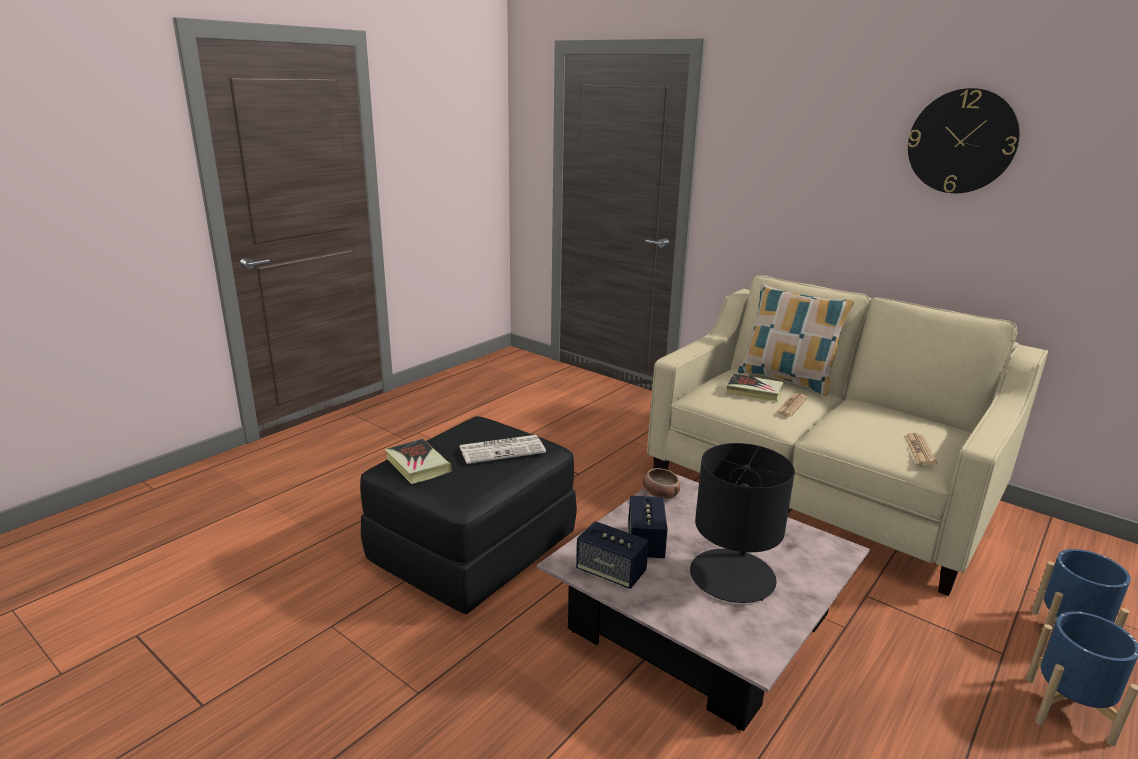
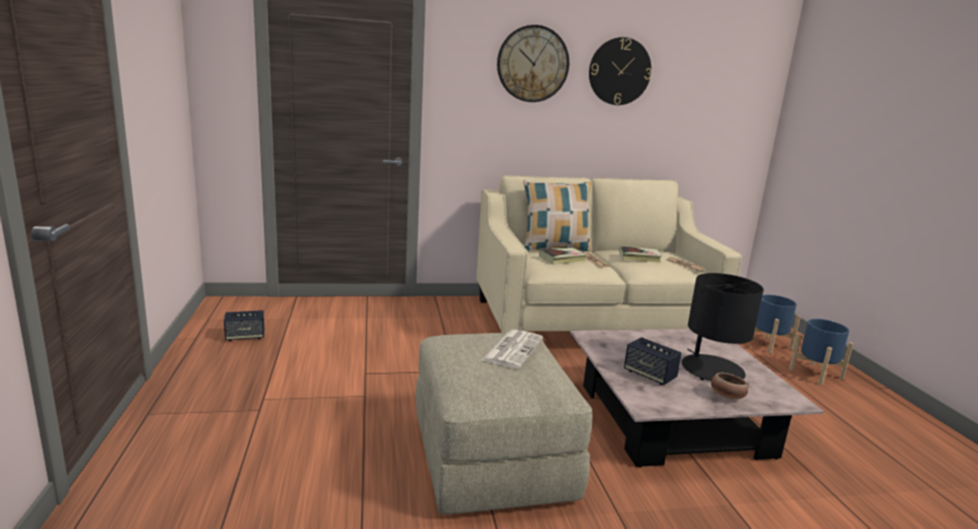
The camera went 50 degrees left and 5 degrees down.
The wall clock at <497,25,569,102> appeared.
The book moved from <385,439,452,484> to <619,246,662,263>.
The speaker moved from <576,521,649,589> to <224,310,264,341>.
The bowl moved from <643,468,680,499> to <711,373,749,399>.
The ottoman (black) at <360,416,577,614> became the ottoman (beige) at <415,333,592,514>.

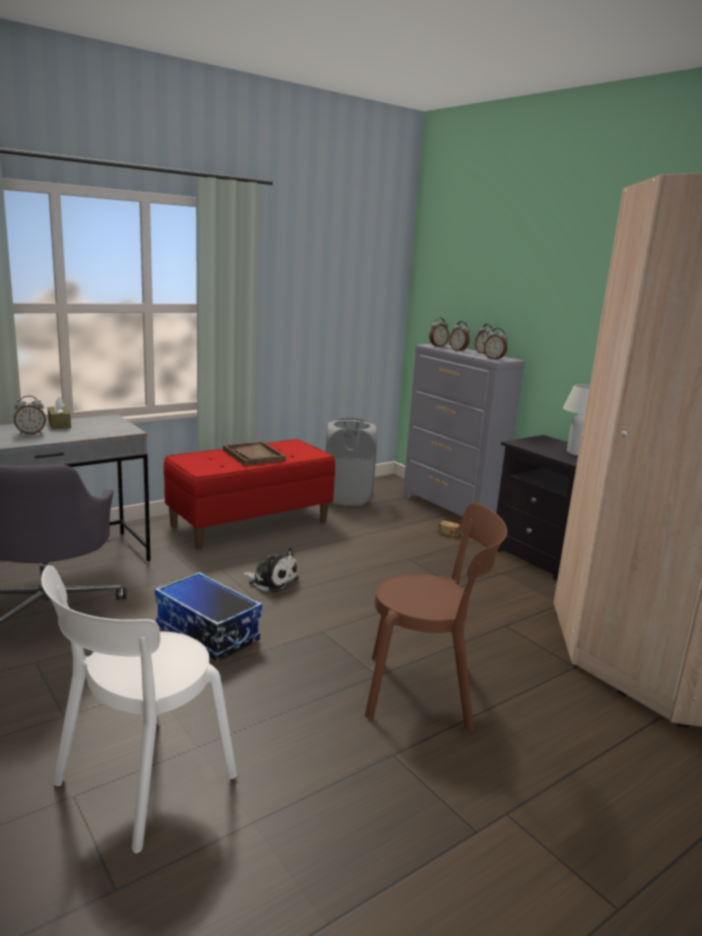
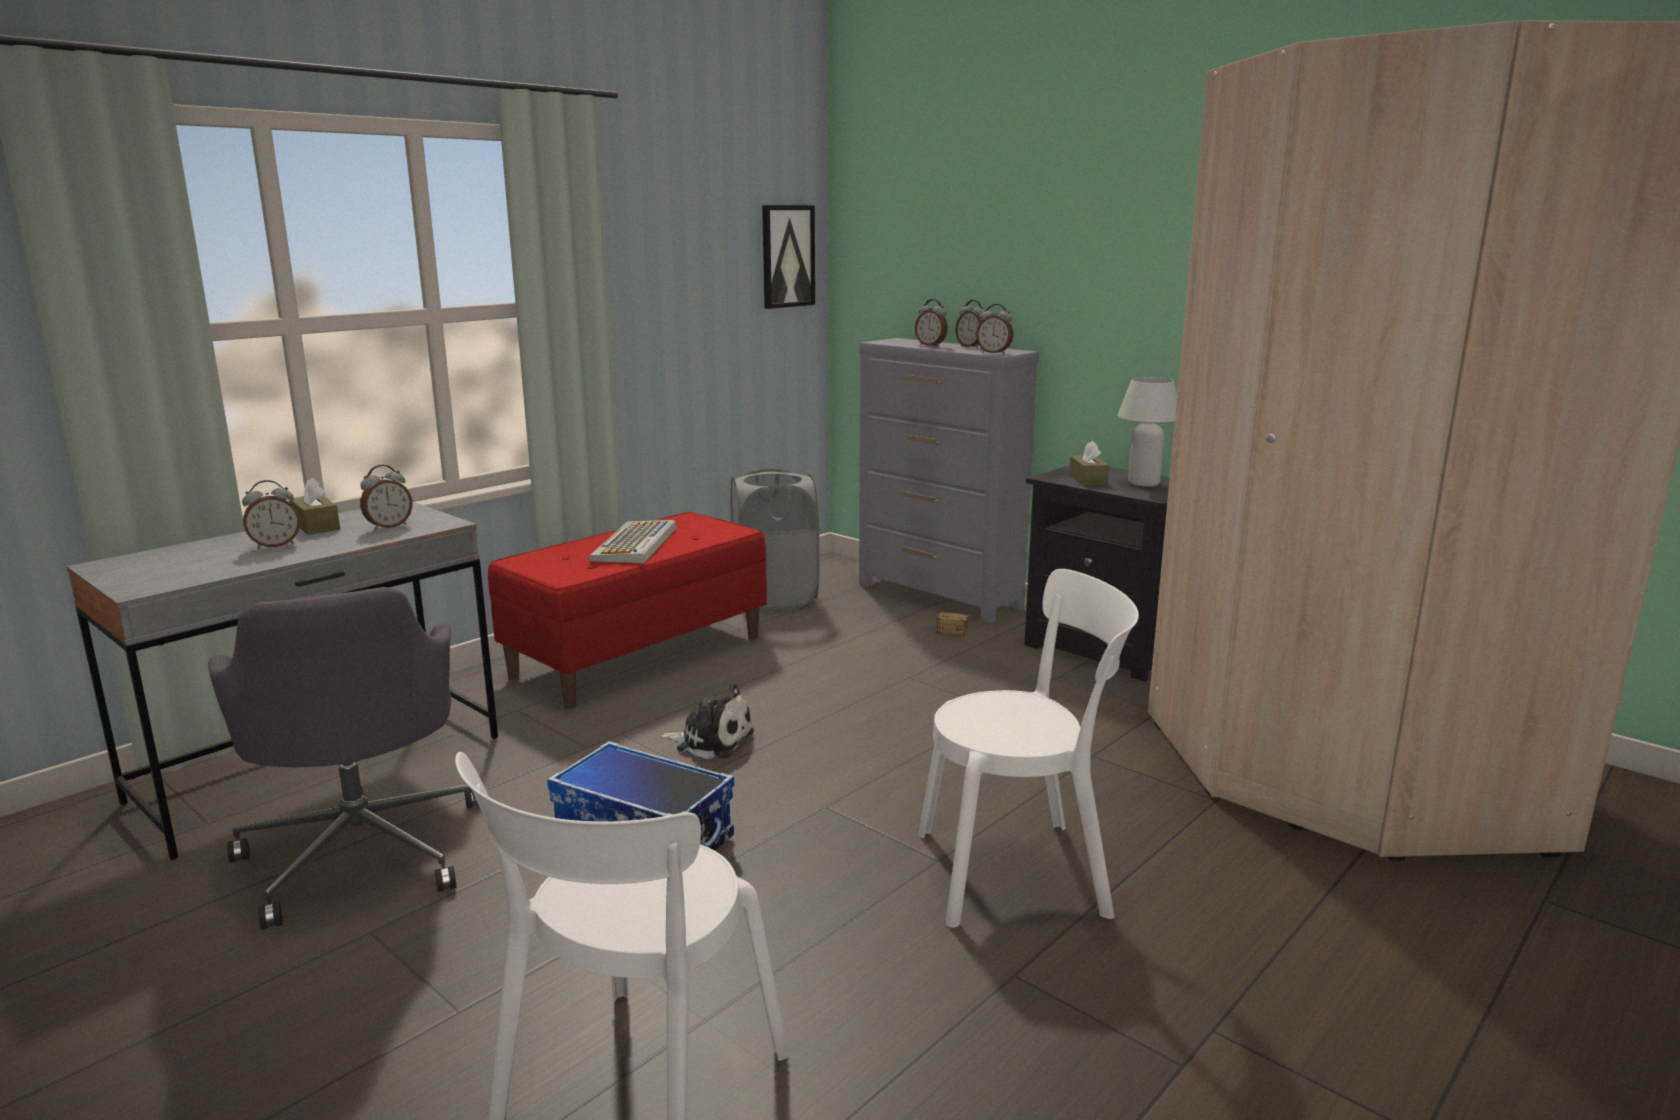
The camera went 10 degrees left and 0 degrees up.
The picture at <762,205,815,309> appeared.
The tissue box (brown) at <1069,441,1109,486> appeared.
The alarm clock moved from <429,318,449,347> to <360,465,412,530>.
The tray (brown) at <223,441,285,466> was replaced by the keyboard at <589,520,676,563>.
The chair (brown) at <365,503,507,731> became the chair (white) at <919,569,1139,928>.

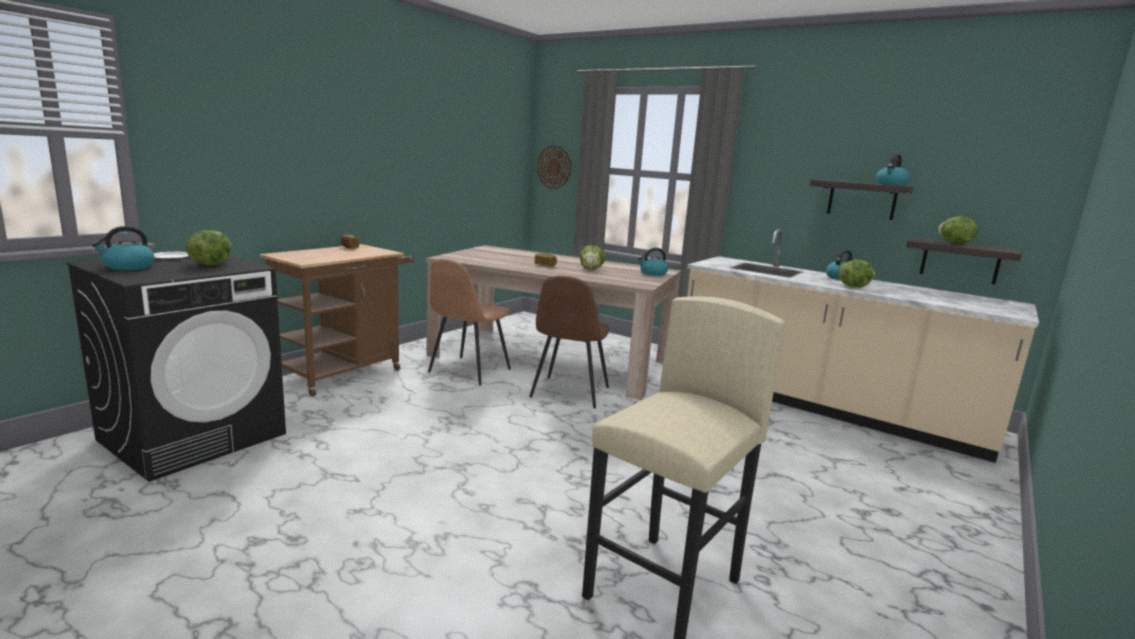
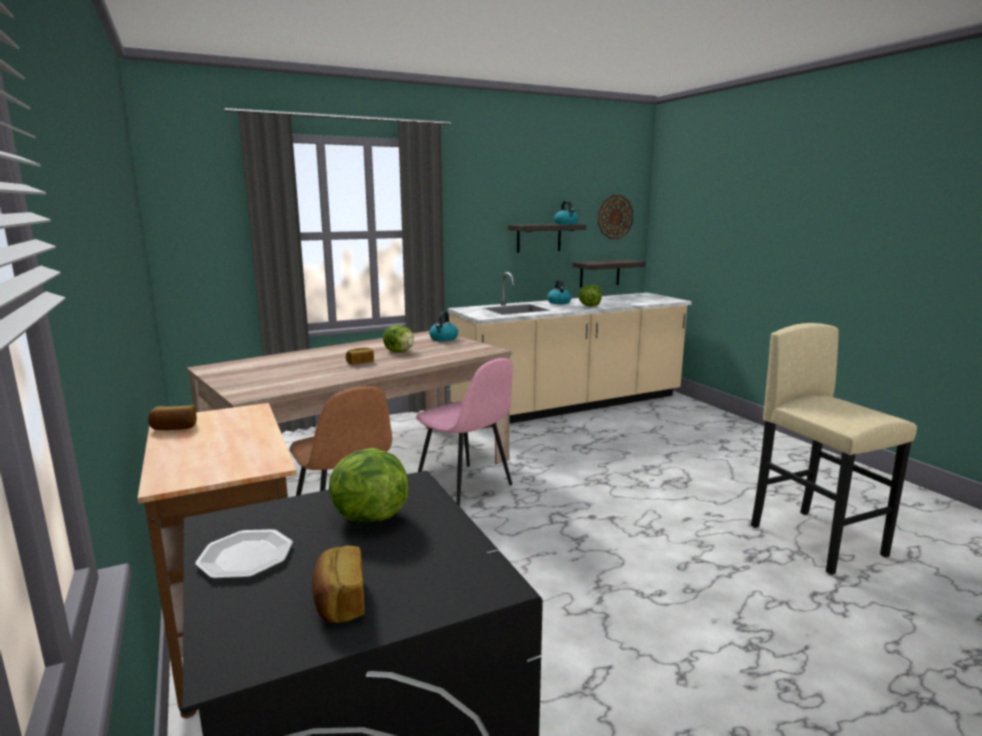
The camera went 60 degrees left and 0 degrees up.
The lettuce at <938,216,978,244> disappeared.
The wall clock moved from <537,146,571,189> to <598,195,633,239>.
The kettle at <92,226,155,270> was replaced by the bread at <312,545,364,623>.
The chair (brown) at <529,276,610,408> became the chair (pink) at <416,358,513,506>.

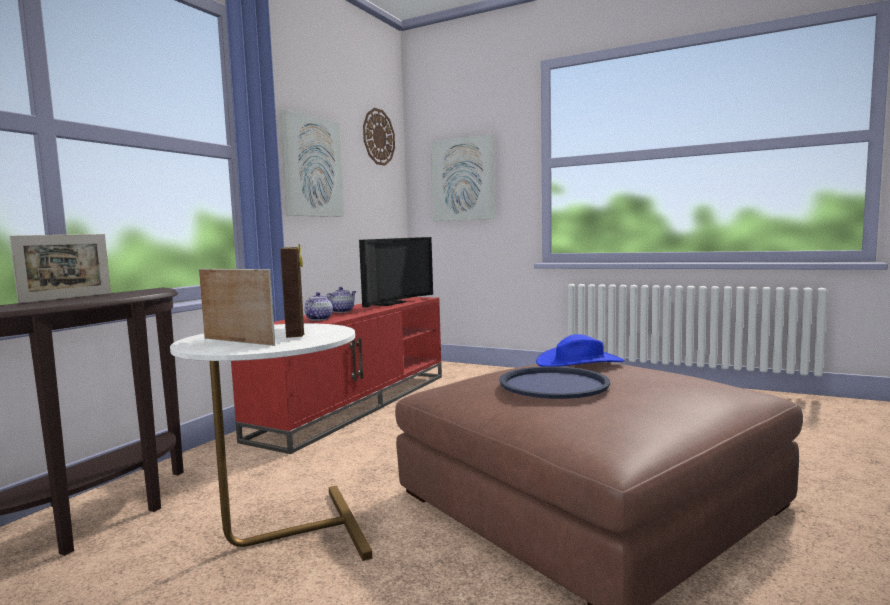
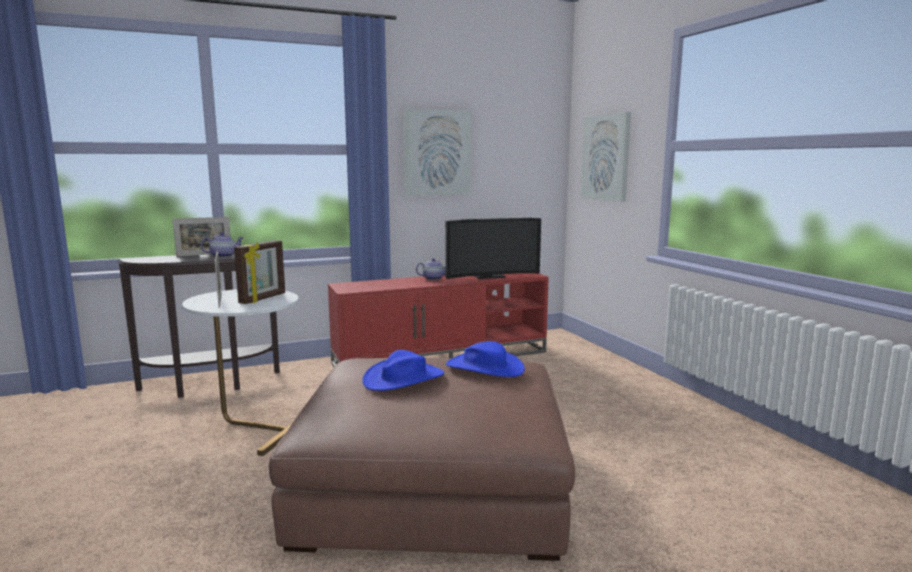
The camera went 40 degrees right and 5 degrees up.
The wall clock at <363,108,395,166> disappeared.
The teapot moved from <304,292,333,321> to <200,232,244,258>.
The tray (blue) at <499,366,610,399> was replaced by the hat (blue) at <362,350,444,391>.

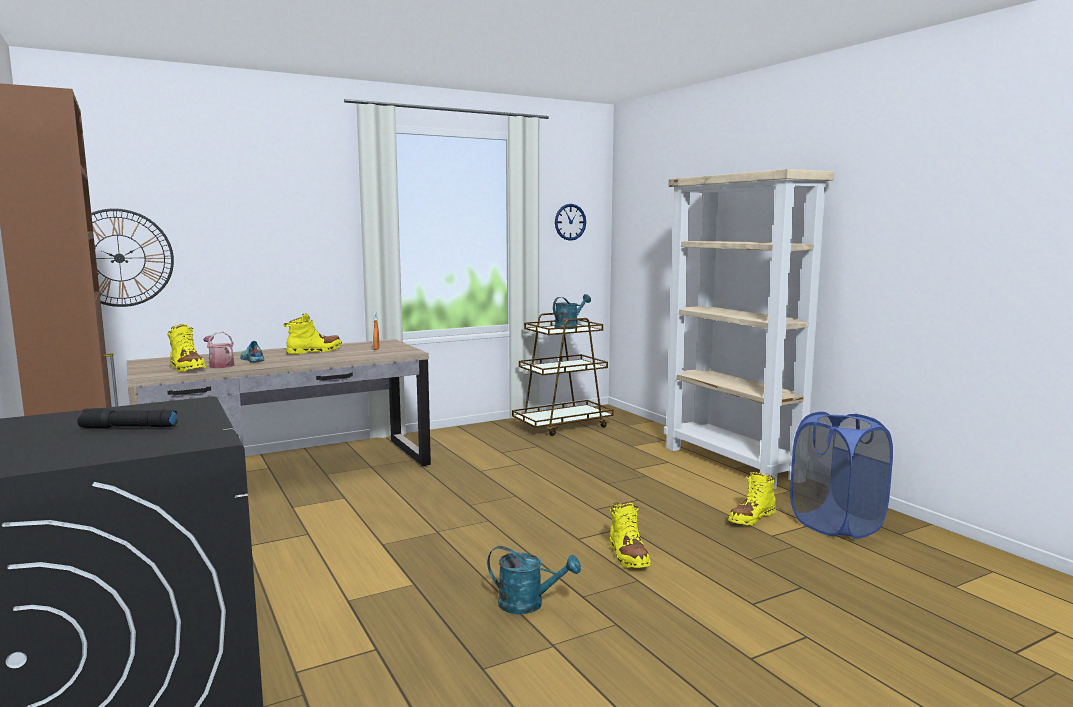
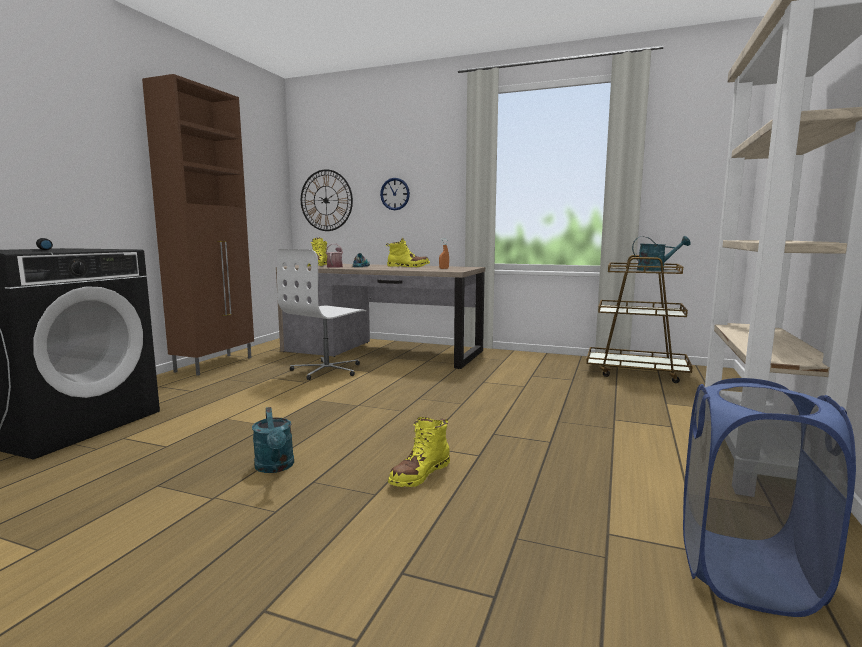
The camera went 50 degrees right and 0 degrees up.
The boot (yellow) at <728,472,776,525> disappeared.
The office chair (white) at <277,249,367,380> appeared.
The wall clock moved from <555,204,586,241> to <380,178,410,210>.

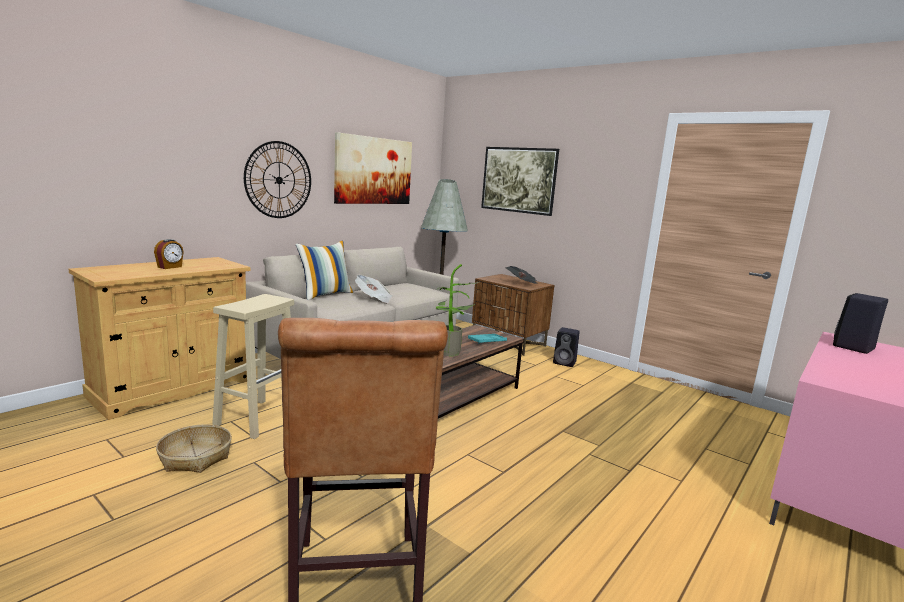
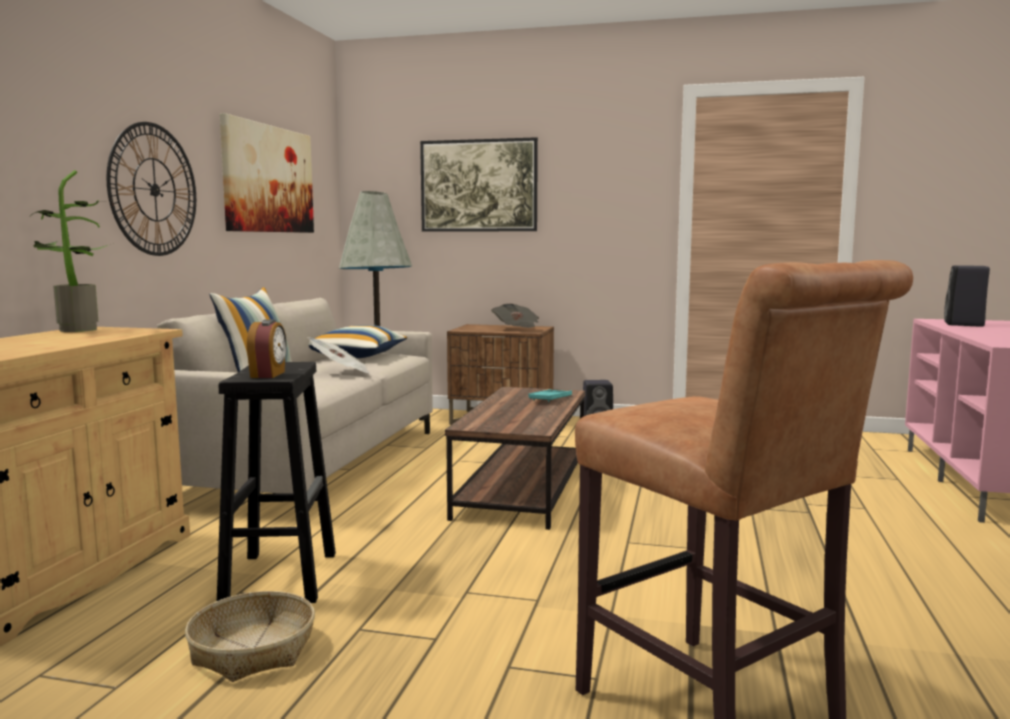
The camera went 25 degrees left and 5 degrees down.
The pillow at <309,325,407,358> appeared.
The alarm clock moved from <154,239,184,269> to <247,319,286,378>.
The potted plant moved from <435,264,479,356> to <29,170,114,332>.
The stool (beige) at <212,294,294,439> became the stool (black) at <217,362,336,603>.

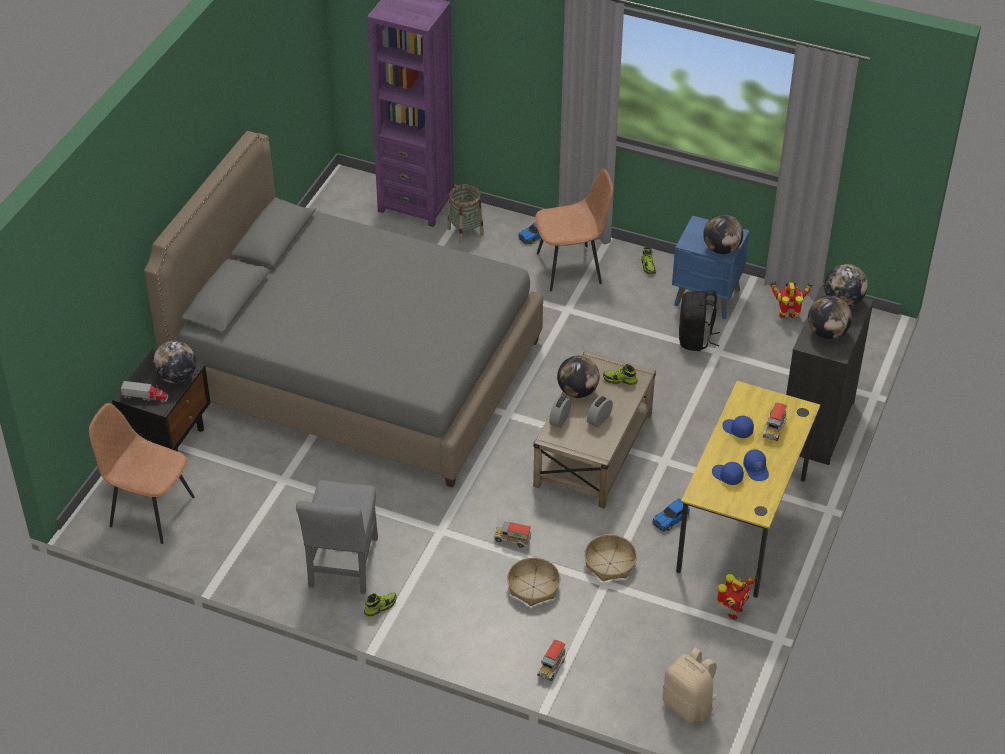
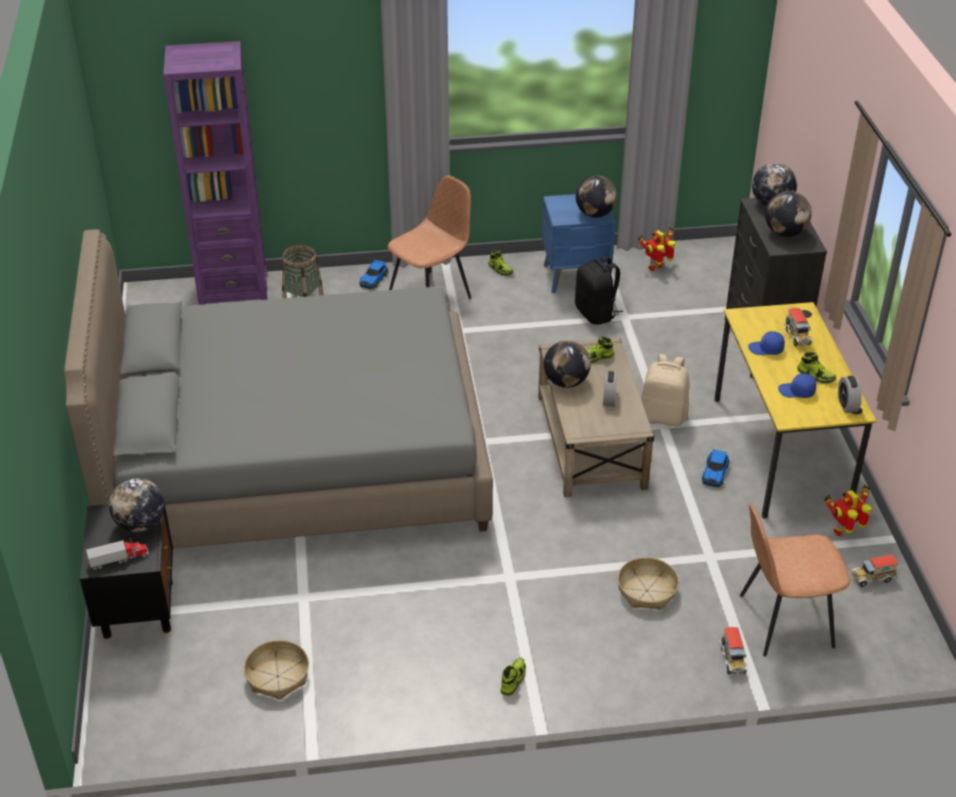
The camera went 30 degrees left and 5 degrees down.
The chair (grey) at <296,480,378,594> disappeared.
The chair (brown) moved from <89,403,195,544> to <740,503,850,657>.
The toy truck moved from <494,522,531,548> to <852,554,898,587>.
The alarm clock moved from <549,396,571,428> to <838,376,862,413>.
The basket moved from <584,534,637,581> to <244,640,309,700>.
The backpack (beige) moved from <663,648,717,724> to <641,354,689,427>.
The cap (blue) at <743,449,769,481> was replaced by the shoe at <797,352,836,384>.
The toy robot at <717,574,758,619> turned 120 degrees counterclockwise.

